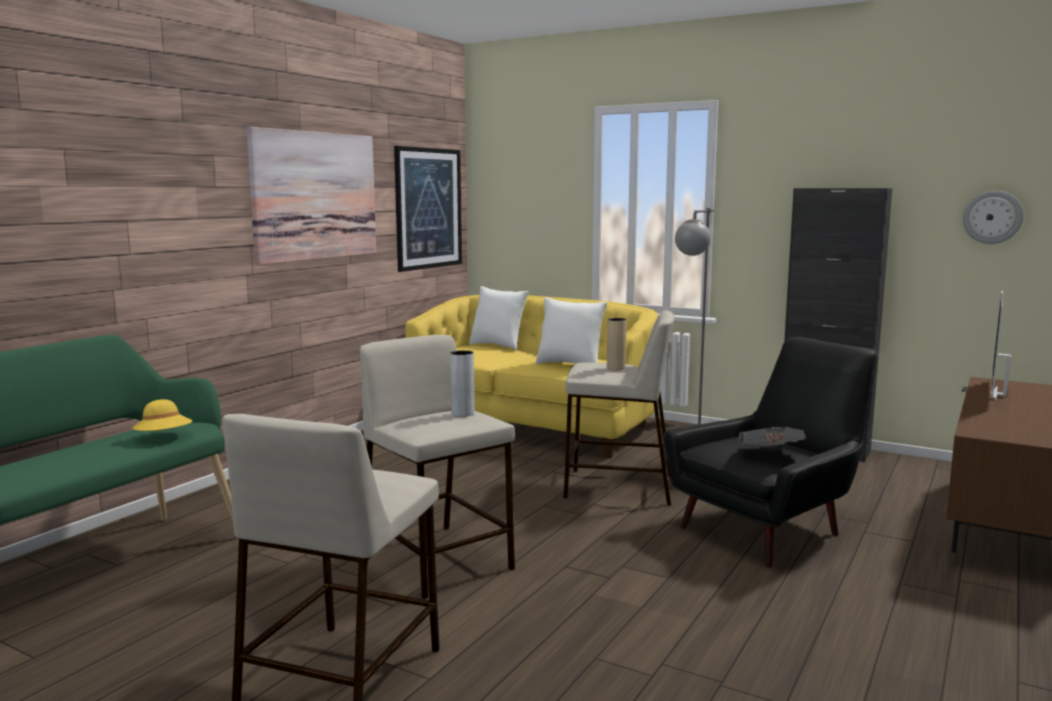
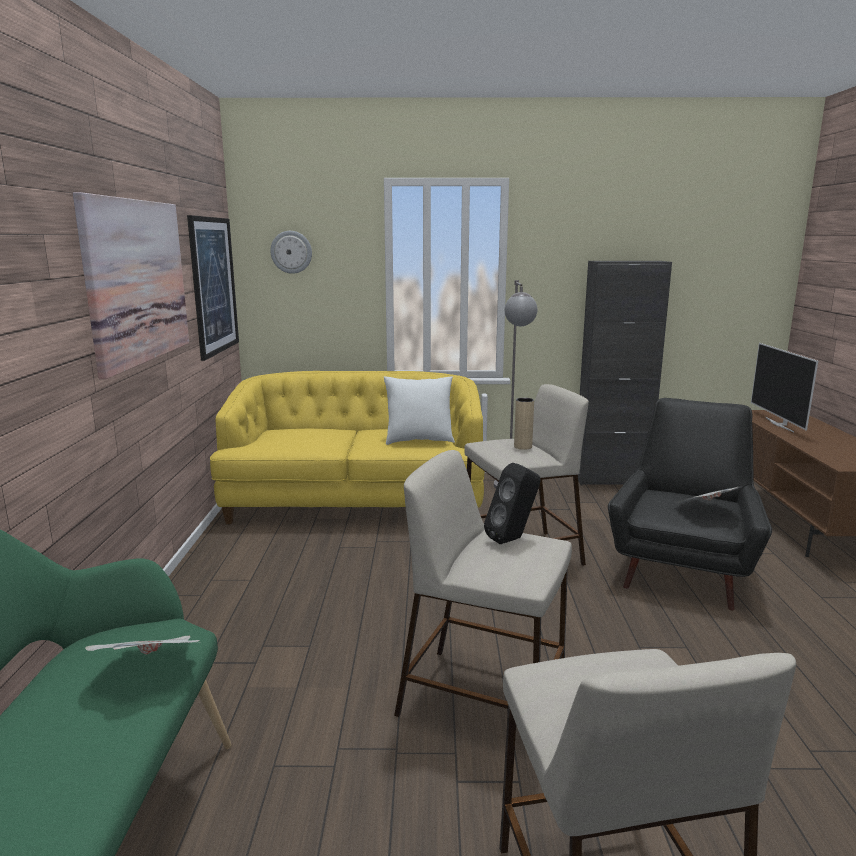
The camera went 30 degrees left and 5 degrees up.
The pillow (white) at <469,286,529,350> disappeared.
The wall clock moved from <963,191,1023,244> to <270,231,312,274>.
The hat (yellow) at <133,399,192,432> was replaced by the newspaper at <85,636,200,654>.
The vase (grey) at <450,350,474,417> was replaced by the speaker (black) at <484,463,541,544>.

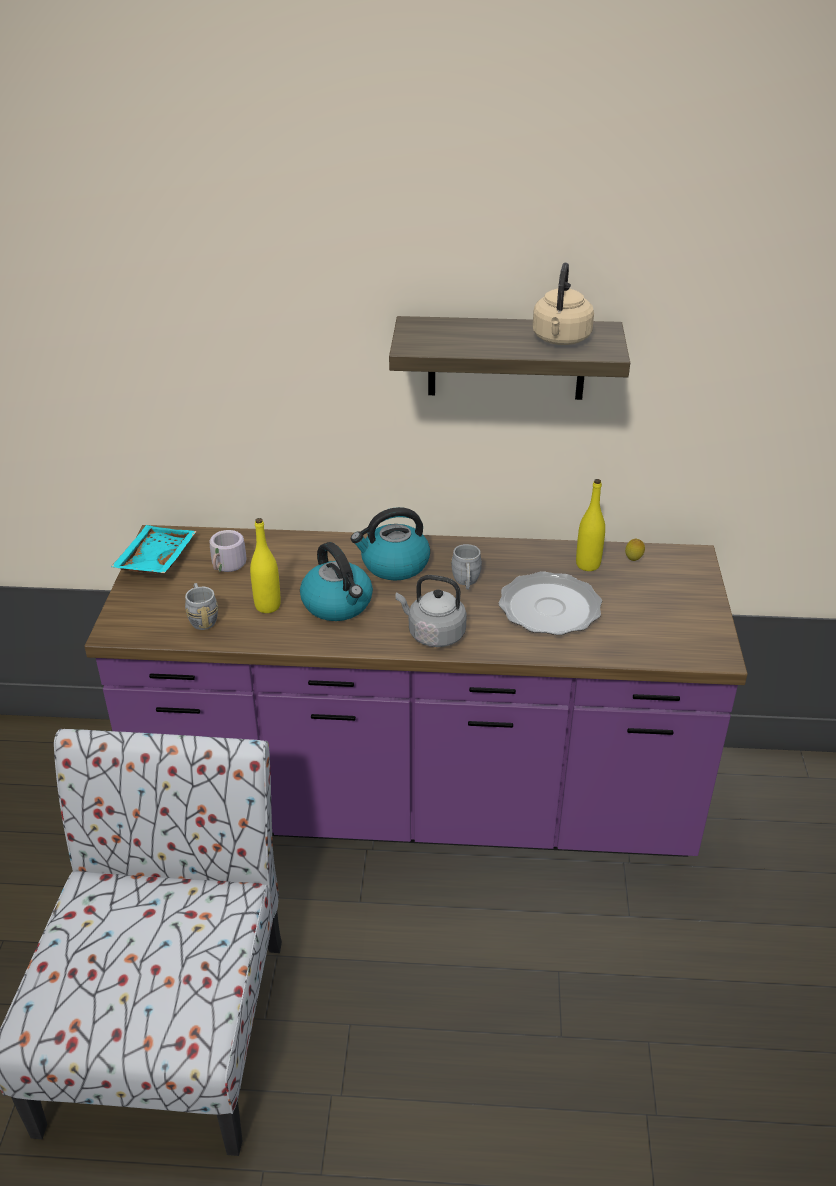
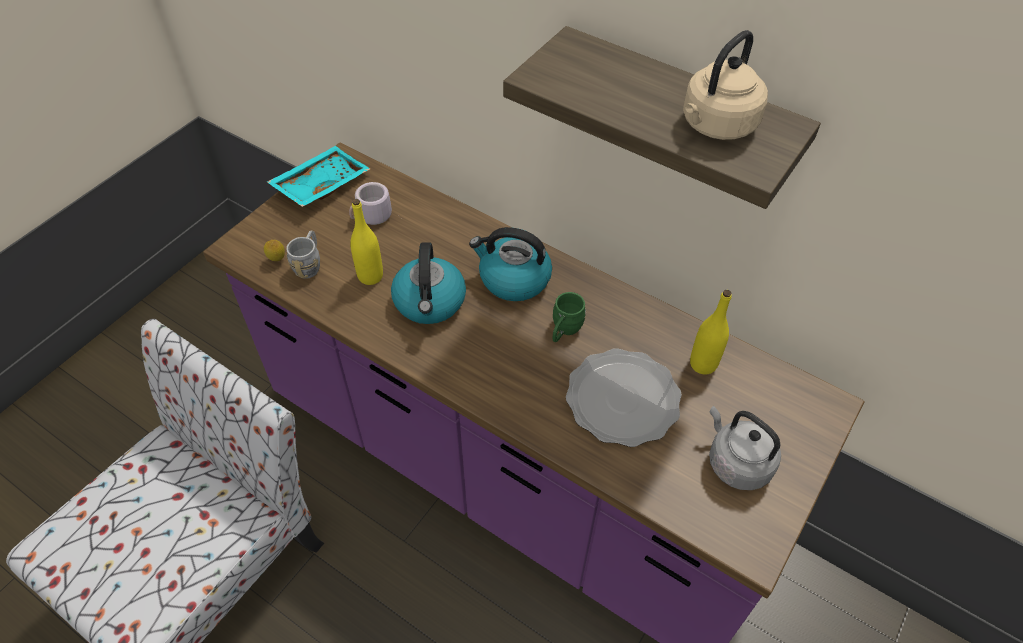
The camera went 30 degrees right and 15 degrees up.
The kettle (grey) moved from <396,575,467,647> to <709,406,781,490>.
The lemon moved from <625,539,645,561> to <264,240,285,261>.
The mug (grey) at <451,544,482,590> became the mug (green) at <552,292,586,342>.

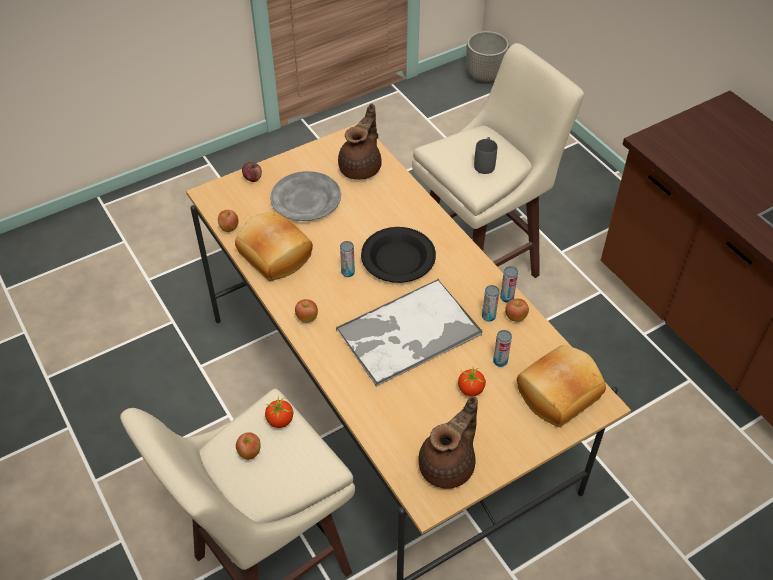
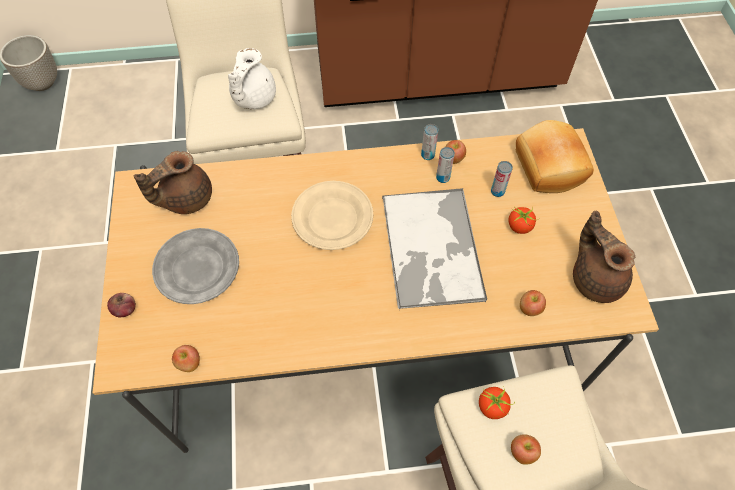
The camera went 65 degrees left and 10 degrees up.
The bread at <235,212,313,281> disappeared.
The can at <340,241,355,277> disappeared.
The apple moved from <295,299,318,323> to <520,290,546,316>.
The mug (grey) at <474,137,497,174> was replaced by the teapot (white) at <228,48,276,109>.
The plate (black) at <361,227,436,283> became the plate (beige) at <291,181,373,250>.
The teapot (brown) at <338,103,382,180> turned 90 degrees counterclockwise.

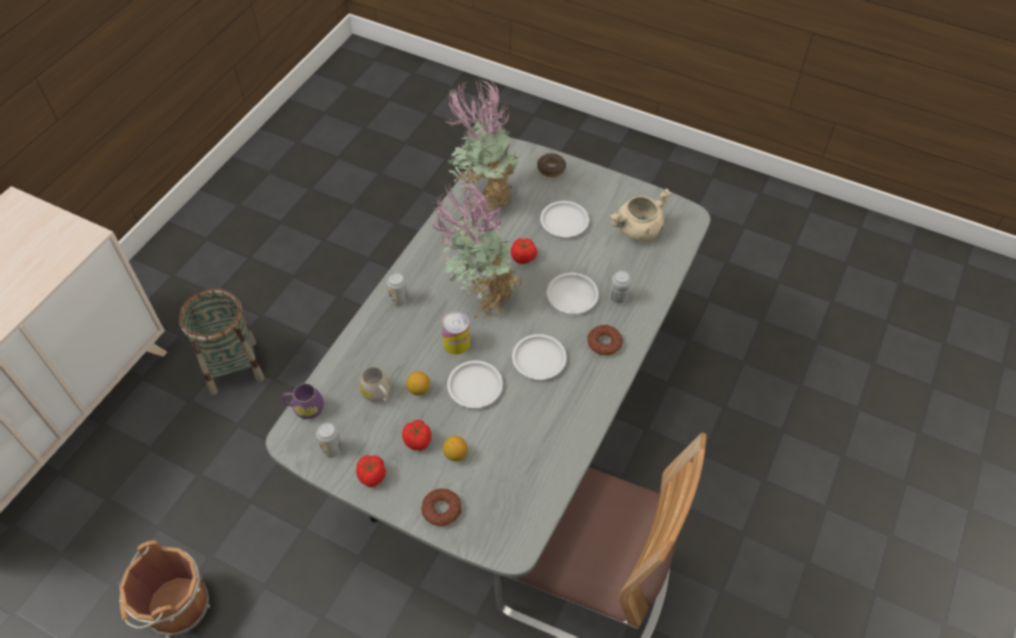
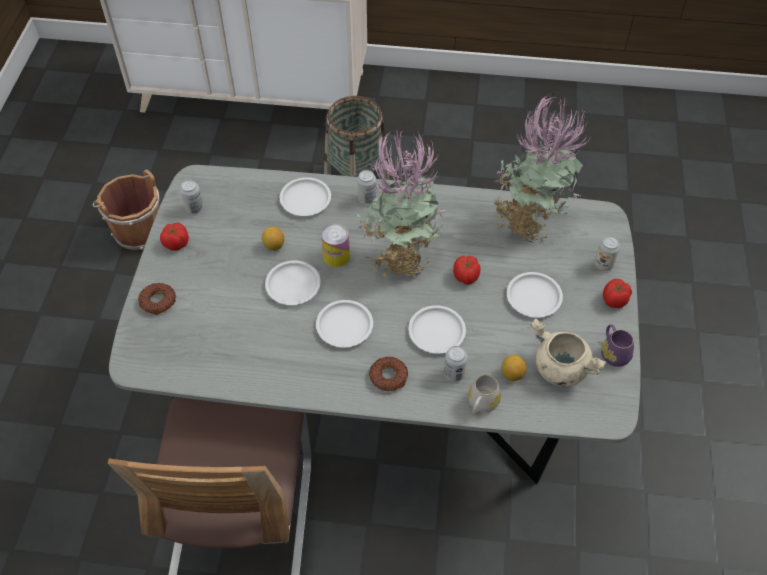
The camera went 70 degrees right and 0 degrees up.
The plate (white) at <280,177,331,216> appeared.
The mug (purple) moved from <283,383,324,419> to <601,324,634,367>.
The mug (white) moved from <360,367,390,402> to <468,375,501,415>.
The tomato moved from <402,420,431,451> to <603,279,632,308>.
The lemon moved from <443,436,468,462> to <501,355,527,381>.
The donut at <537,153,566,177> was replaced by the can at <594,236,620,271>.

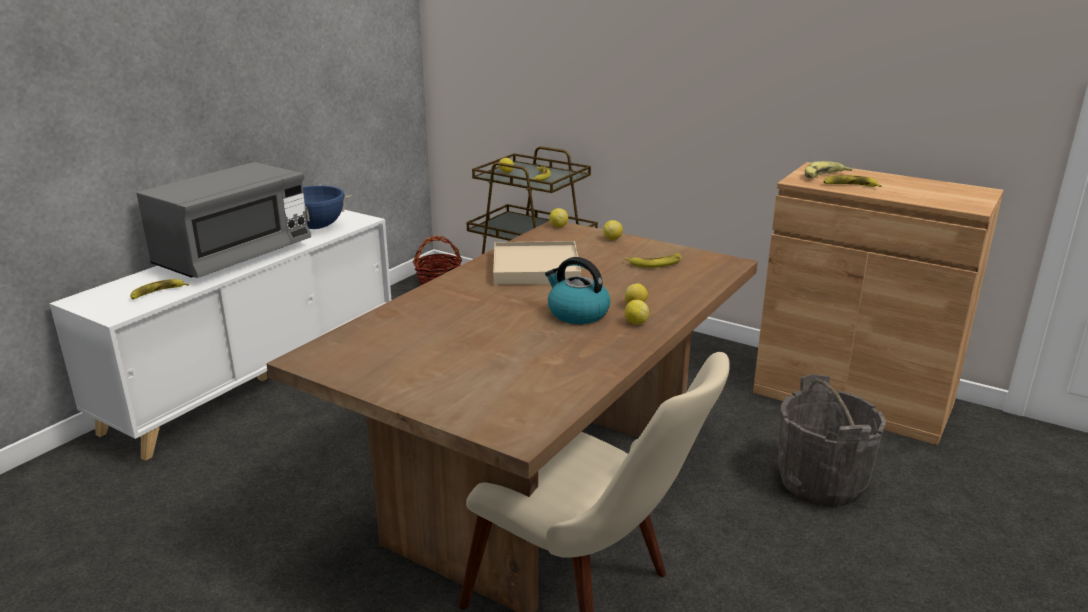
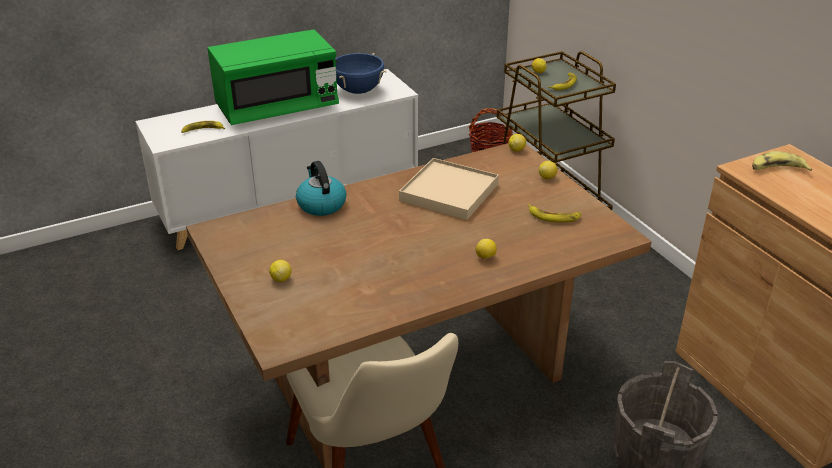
The camera went 30 degrees right and 10 degrees up.
The banana at <823,175,882,187> disappeared.
The kettle moved from <545,257,610,324> to <296,161,346,216>.
The lemon moved from <625,300,649,325> to <269,260,291,282>.
The microwave (grey) at <137,162,311,278> became the microwave (green) at <208,29,339,125>.

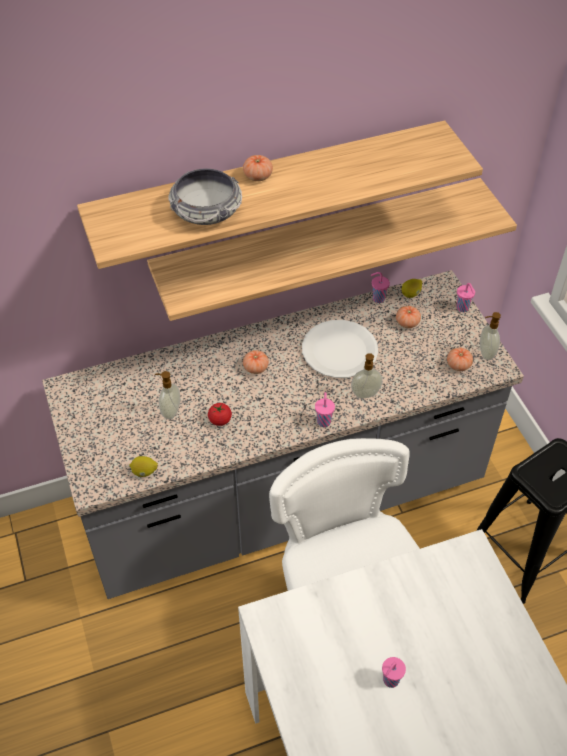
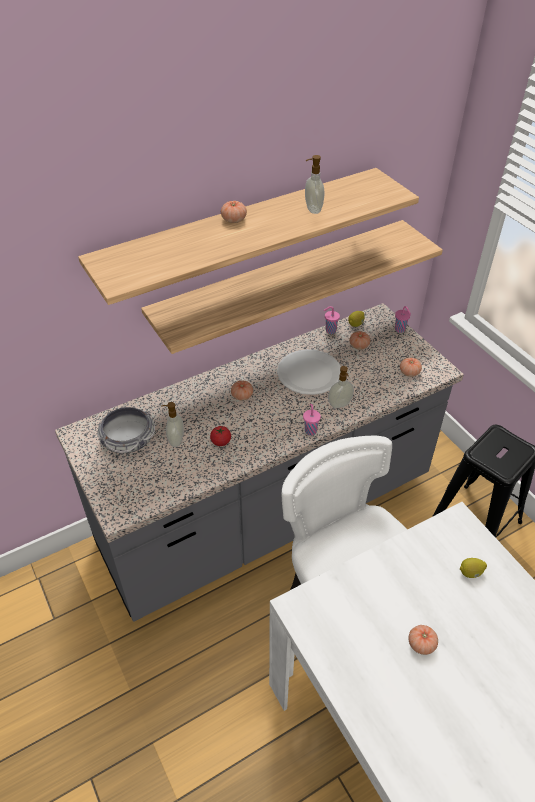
The camera went 10 degrees left and 5 degrees down.
The lemon moved from <129,456,158,477> to <460,558,487,578>.
The bowl moved from <168,168,242,225> to <97,407,155,453>.
The soap dispenser moved from <480,312,501,360> to <305,155,325,214>.
The cup (pink) at <382,657,406,688> was replaced by the tomato at <409,625,438,655>.

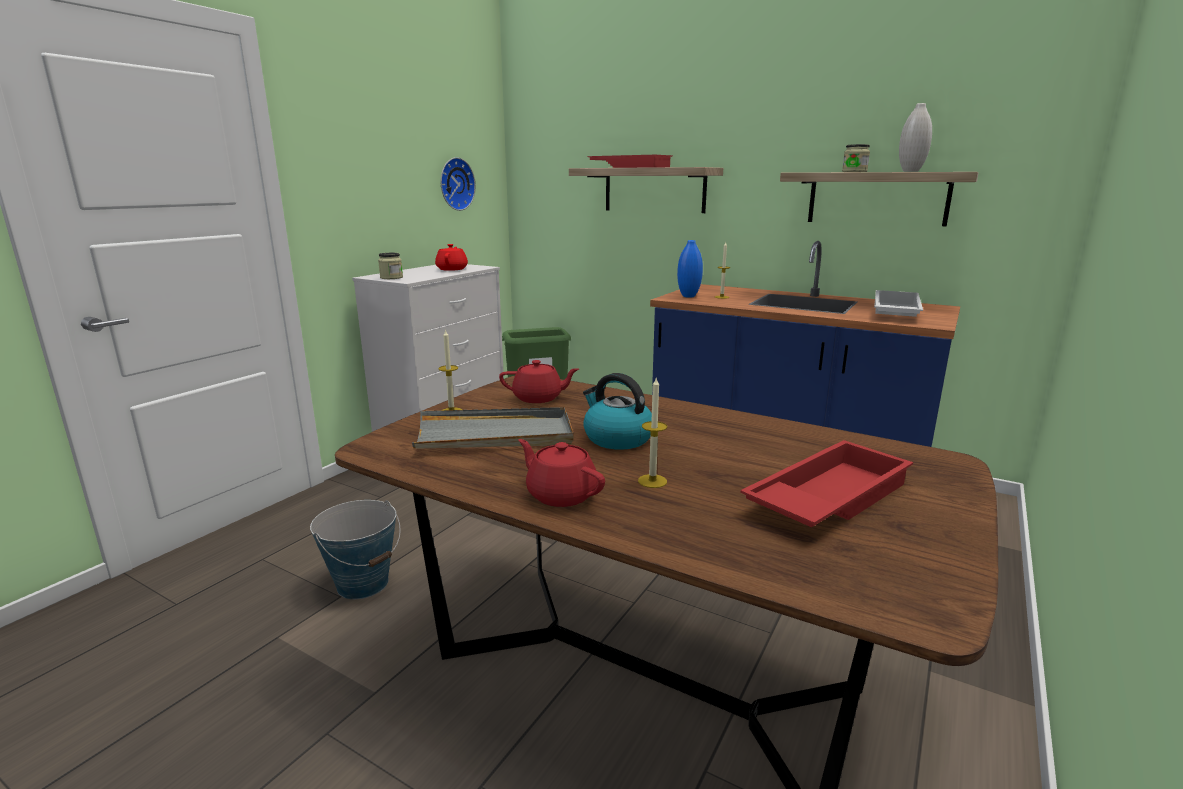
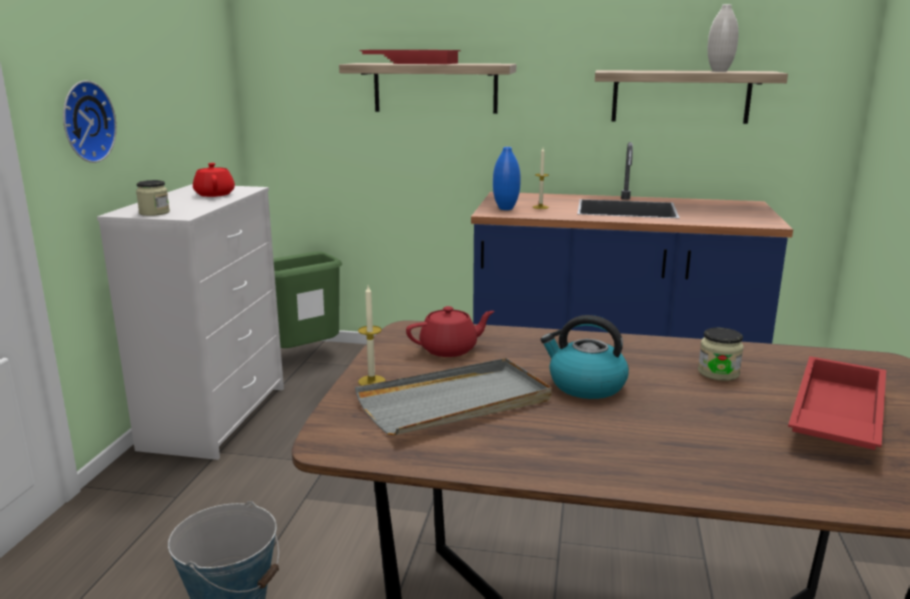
The camera went 20 degrees left and 0 degrees up.
The teapot (red) at <518,439,605,507> disappeared.
The candle at <638,378,667,488> disappeared.
The tray (white) at <874,290,923,317> disappeared.
The wall clock moved from <441,157,476,211> to <63,80,117,163>.
The jar moved from <842,144,870,172> to <698,327,744,381>.

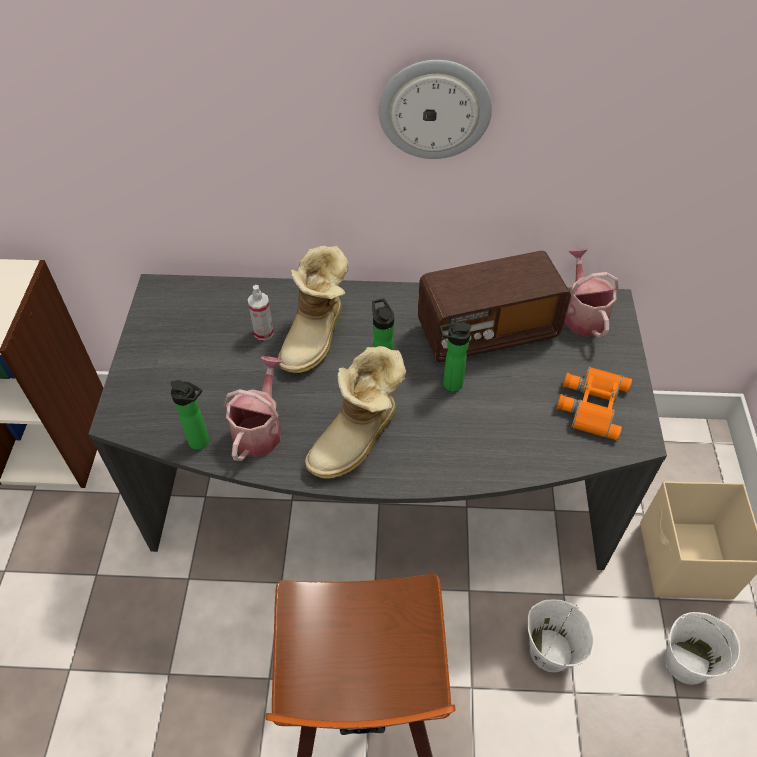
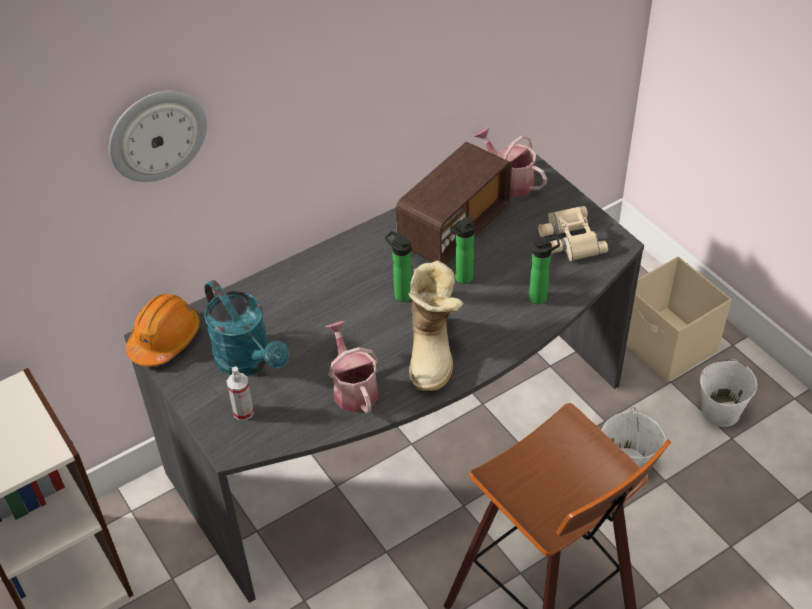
The camera went 35 degrees left and 5 degrees down.
The boot at <278,246,349,375> disappeared.
The hard hat (orange) at <126,294,200,366> appeared.
The watering can (turquoise) at <204,280,289,375> appeared.
The bottle moved from <170,380,209,450> to <529,237,560,304>.
The spray bottle moved from <248,285,274,340> to <227,366,254,420>.
The wall clock moved from <378,60,492,159> to <109,91,207,182>.
The binoculars (orange) at <556,366,632,440> became the binoculars (beige) at <538,206,608,261>.

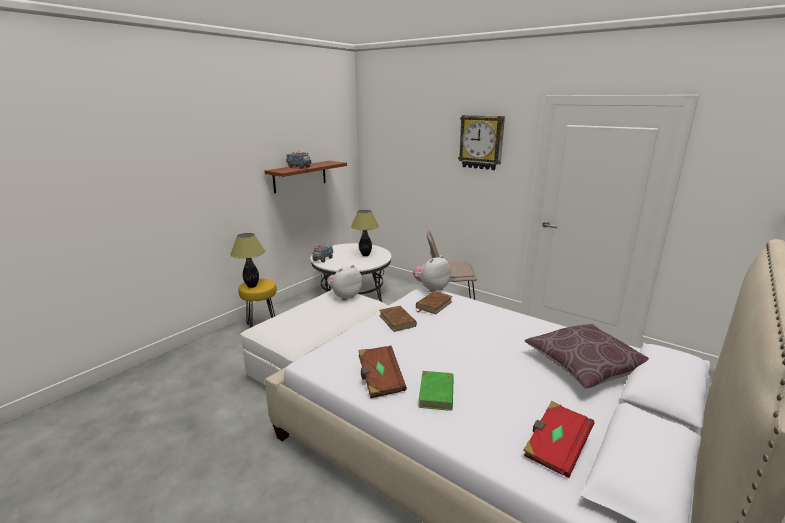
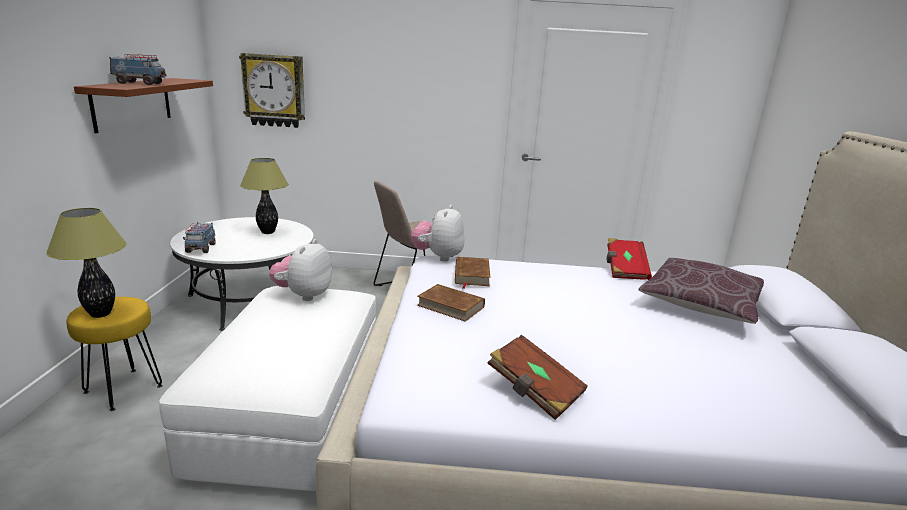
The camera went 35 degrees left and 0 degrees up.
The book (green) at <418,371,454,411> disappeared.
The wall clock moved from <458,115,505,170> to <239,53,305,128>.
The book (red) moved from <523,401,595,478> to <607,238,652,280>.

